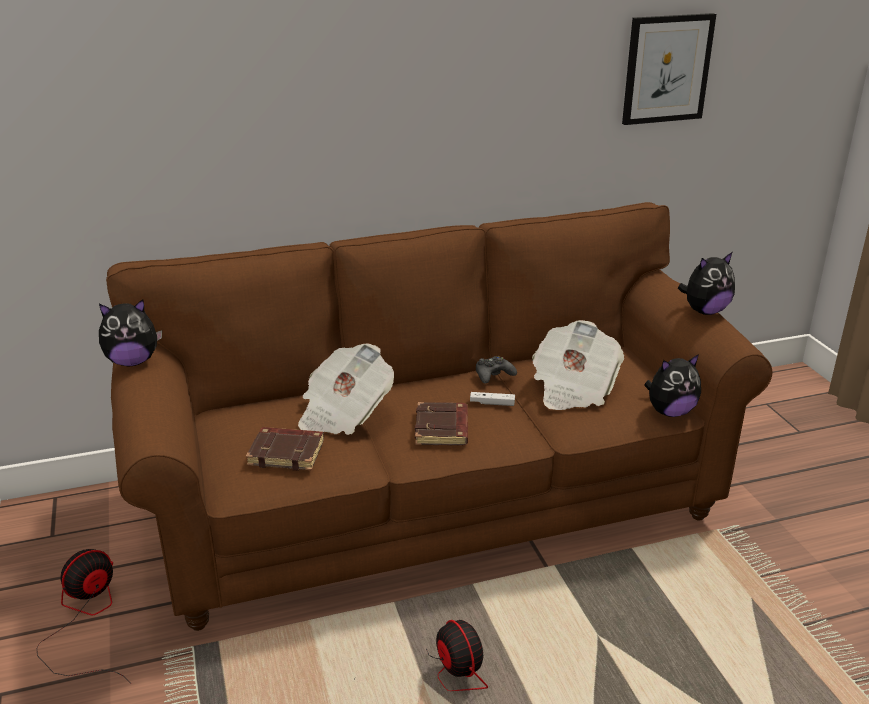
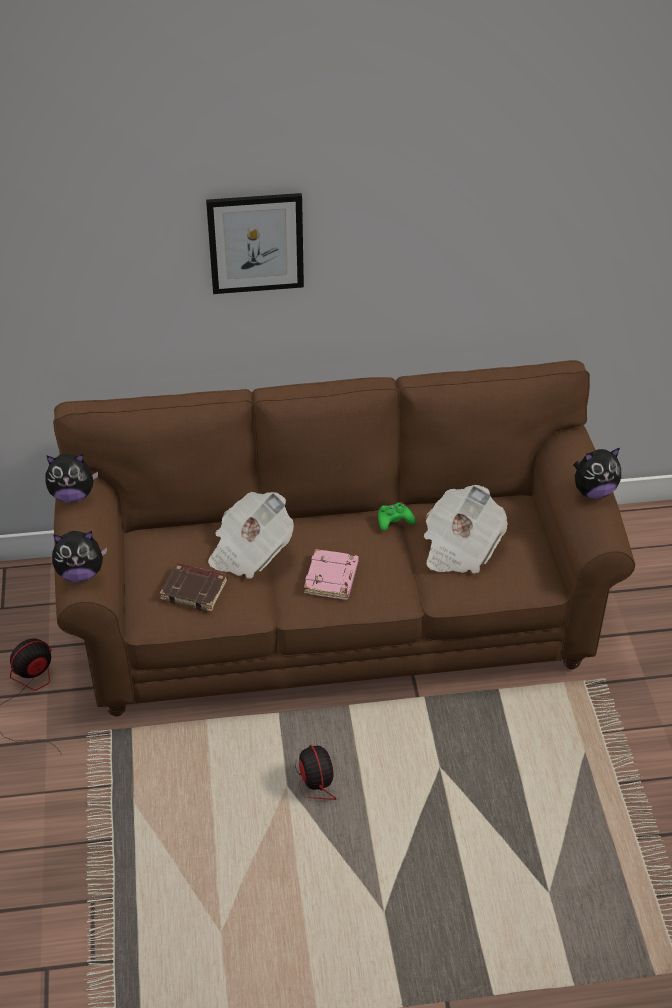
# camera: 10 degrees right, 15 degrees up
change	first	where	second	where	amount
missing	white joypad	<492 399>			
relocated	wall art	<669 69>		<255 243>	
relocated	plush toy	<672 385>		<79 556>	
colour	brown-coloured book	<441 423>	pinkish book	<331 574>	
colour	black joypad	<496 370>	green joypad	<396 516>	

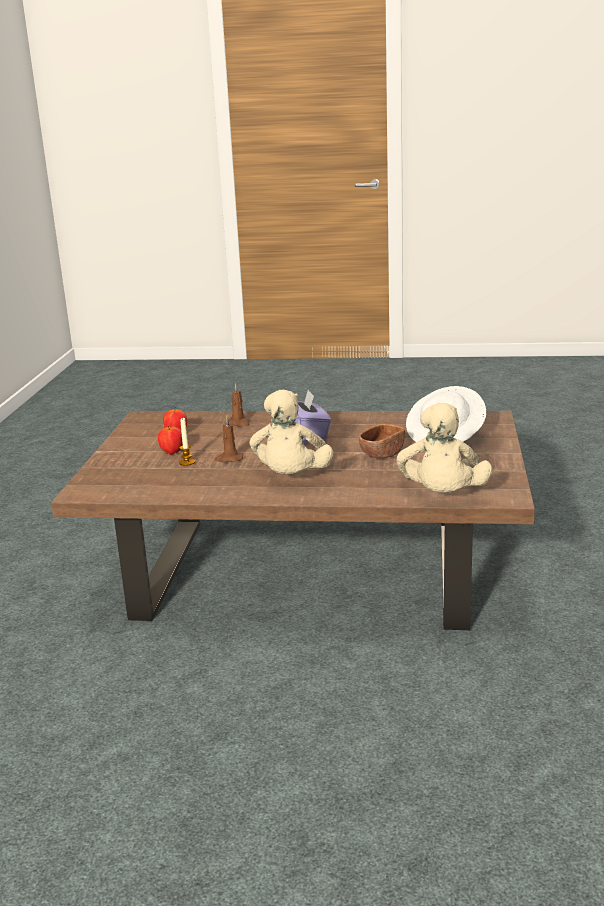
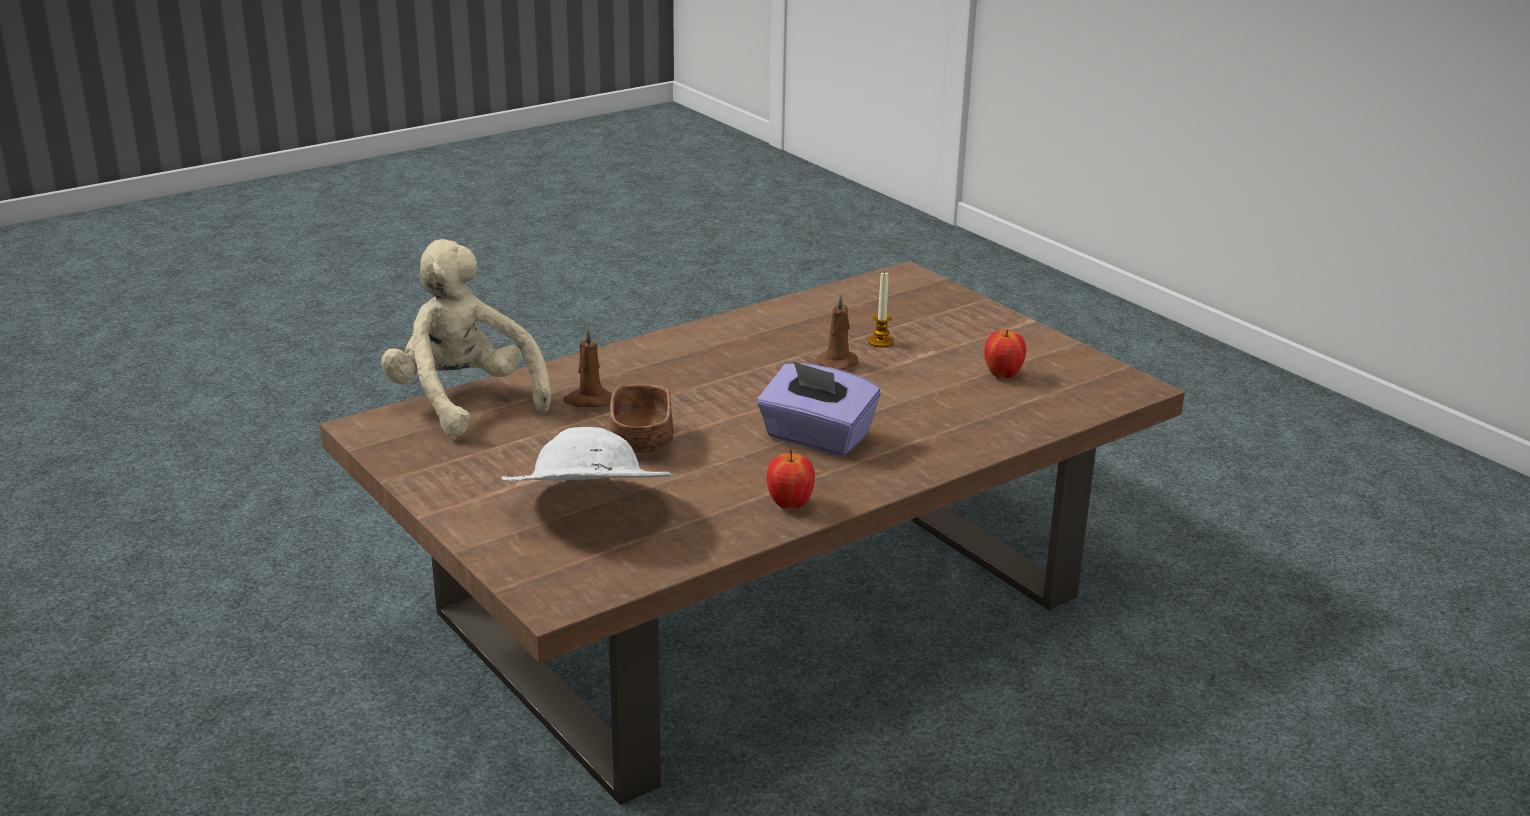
# camera: 135 degrees right, 5 degrees up
change	first	where	second	where	amount
missing	beige-coloured plush toy	<291 432>			
relocated	apple fruit	<170 440>		<791 479>	
relocated	brown-coloured wax light	<239 405>		<587 367>	

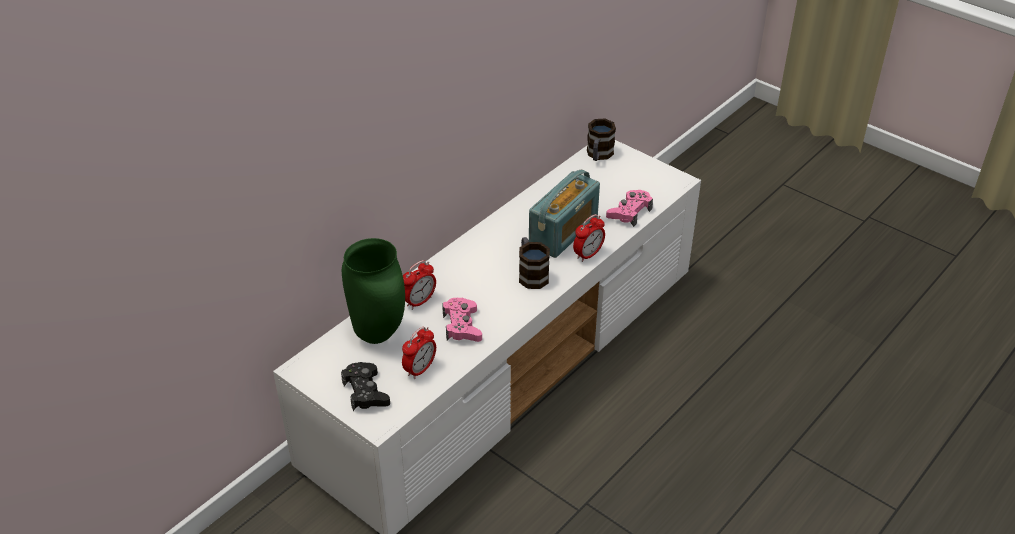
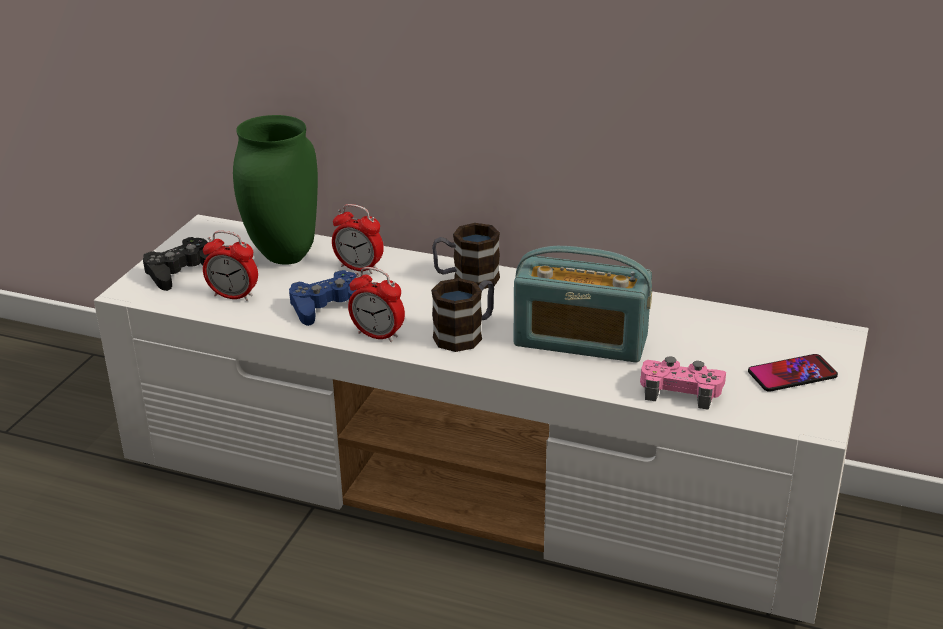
# camera: 70 degrees right, 10 degrees down
change	first	where	second	where	amount
appeared			telephone	<793 373>	
relocated	table clock	<589 238>		<376 304>	
relocated	coffee mug	<601 140>		<466 256>	
colour	pinkish joypad	<462 320>	bluish joypad	<323 298>	

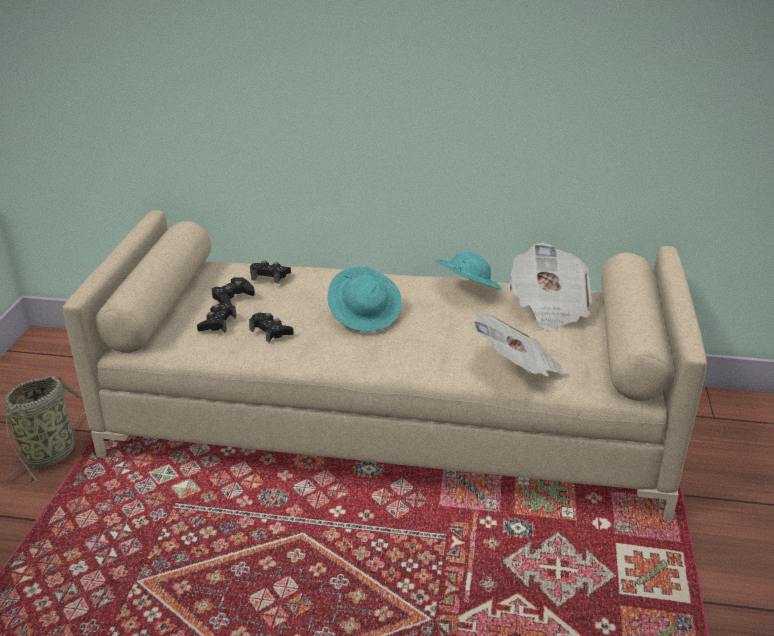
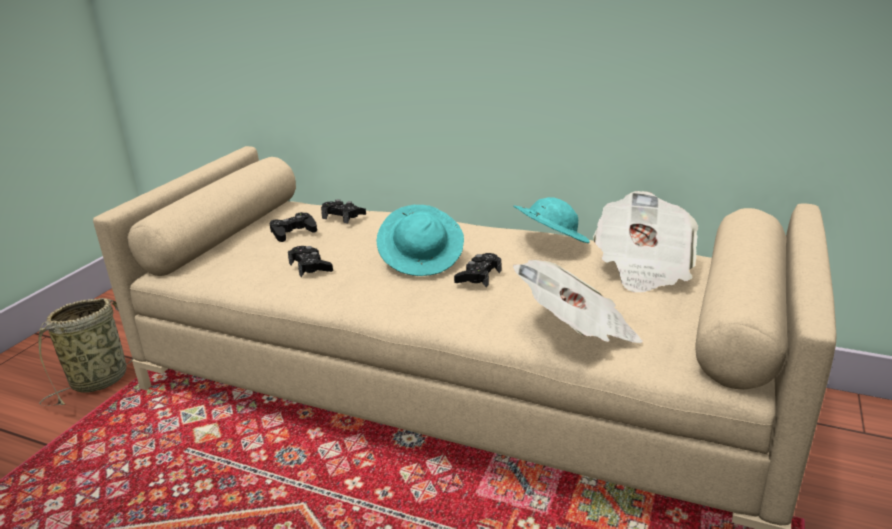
# camera: 15 degrees right, 5 degrees down
change	first	where	second	where	amount
relocated	black joypad	<217 317>		<478 270>	

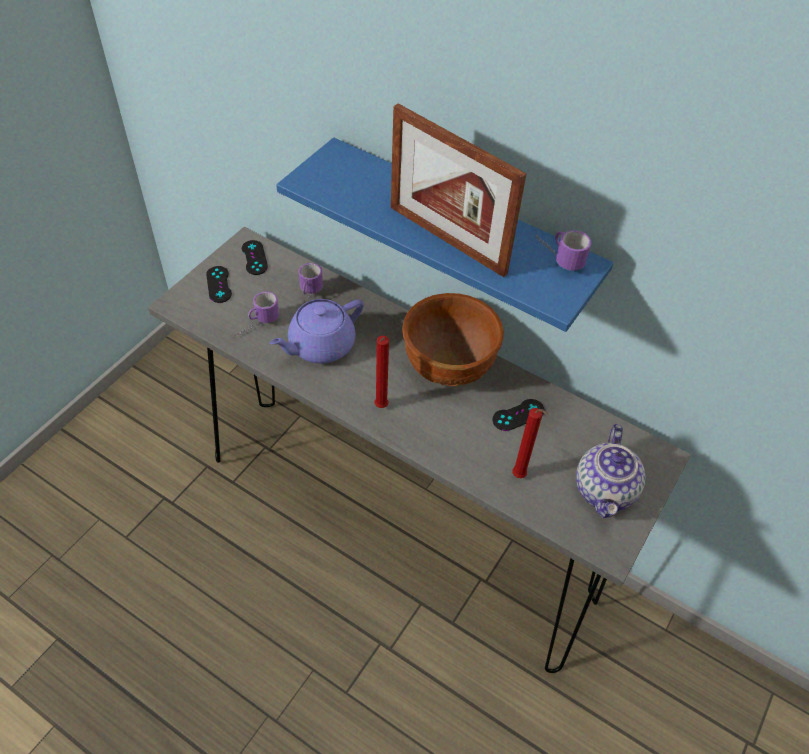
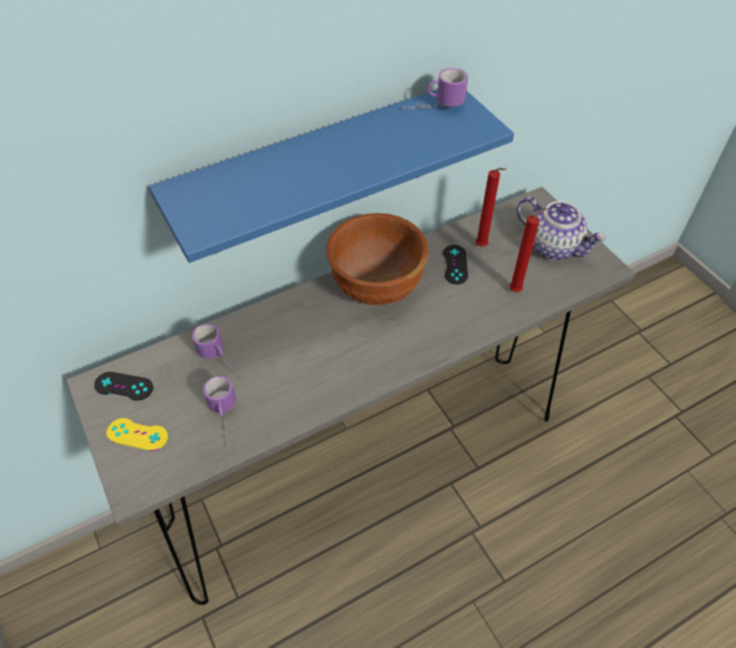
# camera: 60 degrees left, 0 degrees up
change	first	where	second	where	amount
missing	purple tea pot	<317 331>			
missing	photo frame	<458 190>			
relocated	red wax light	<382 372>		<491 207>	
colour	black joypad	<219 284>	yellowish joypad	<137 434>	

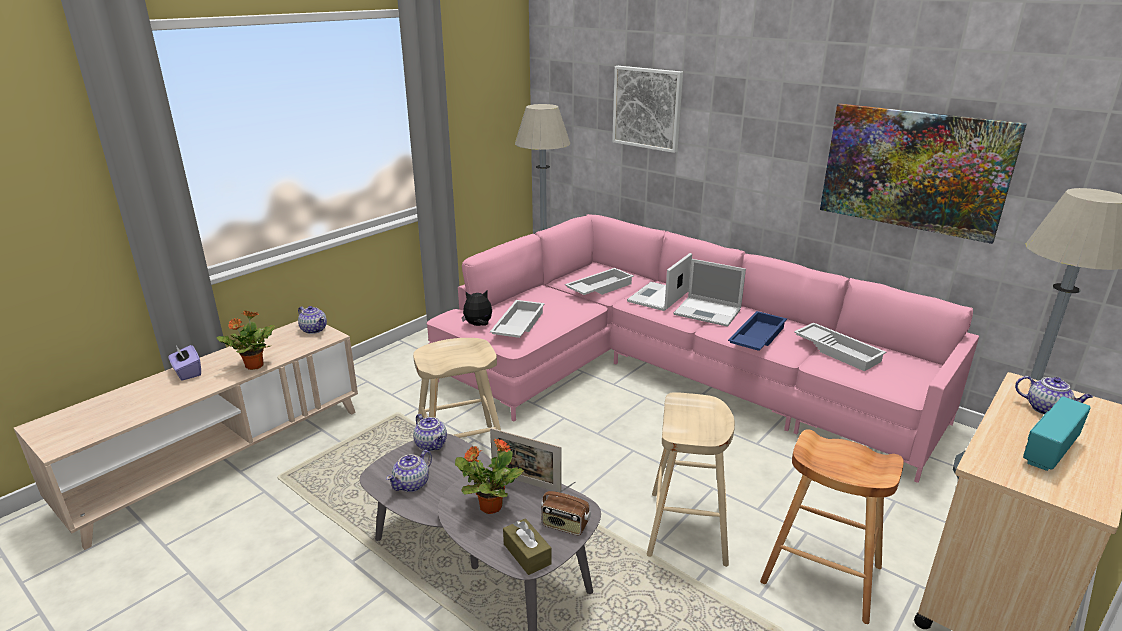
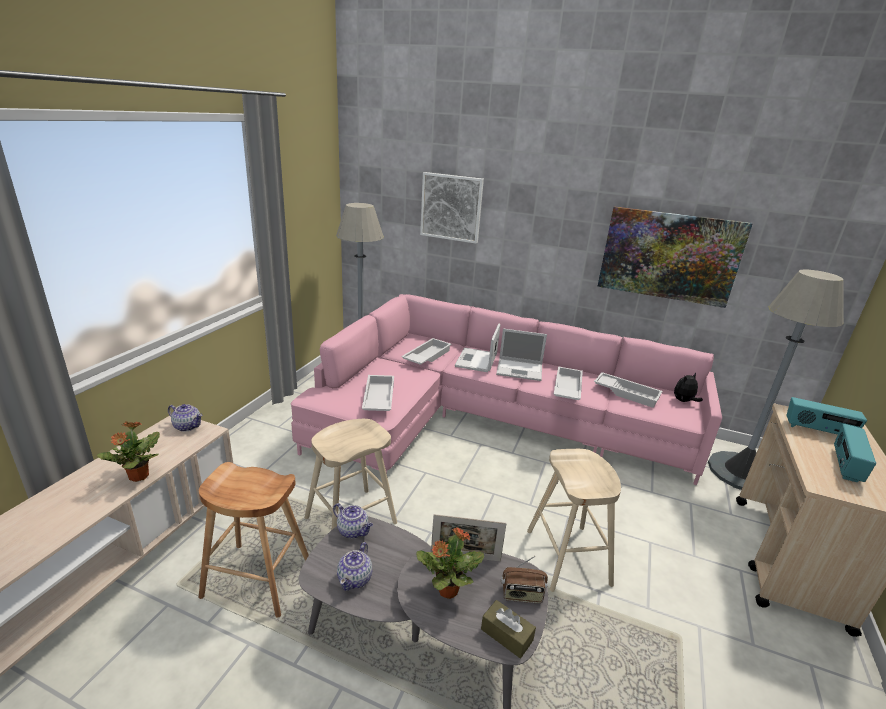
# camera: 20 degrees left, 0 degrees up
change	first	where	second	where	amount
missing	purple box of tissues	<185 363>			
relocated	plush toy	<477 308>		<688 387>	
relocated	brown-coloured stool seat	<832 526>		<253 540>	
exchanged	tea pot	<1054 395>	radio	<827 416>	
colour	bluish tray	<757 331>	white tray	<568 383>	

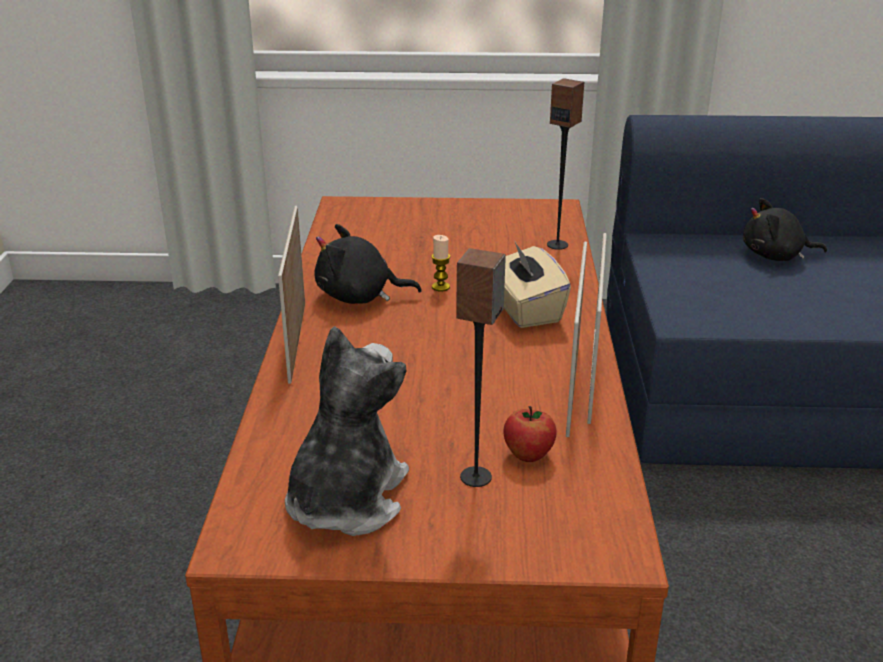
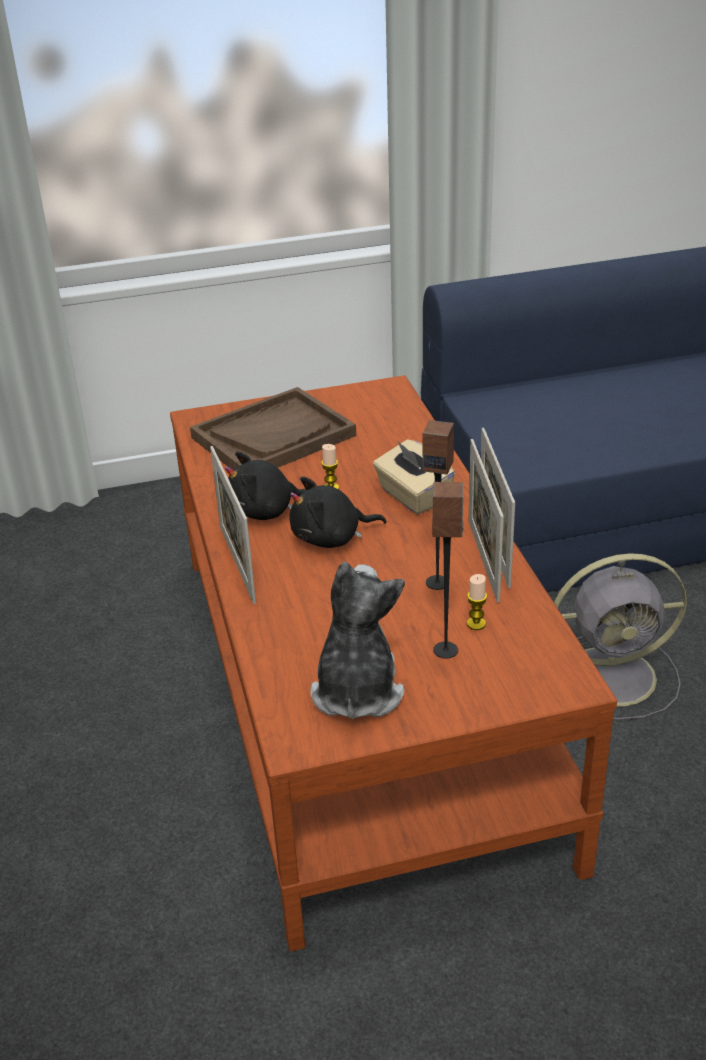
# camera: 15 degrees left, 5 degrees up
change	first	where	second	where	amount
appeared			brown-coloured tray	<273 429>	
appeared			greyish fan	<620 636>	
relocated	audio speaker	<565 164>		<438 505>	
relocated	black plush toy	<785 229>		<338 512>	
exchanged	apple fruit	<530 434>	wax light	<477 602>	

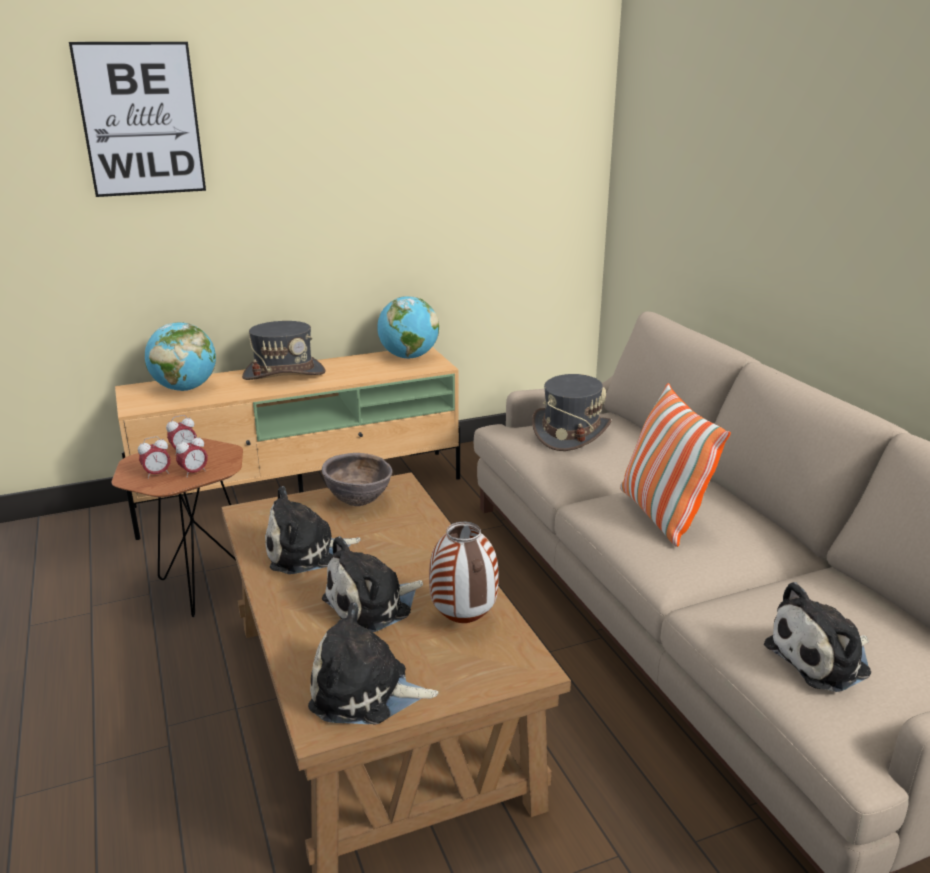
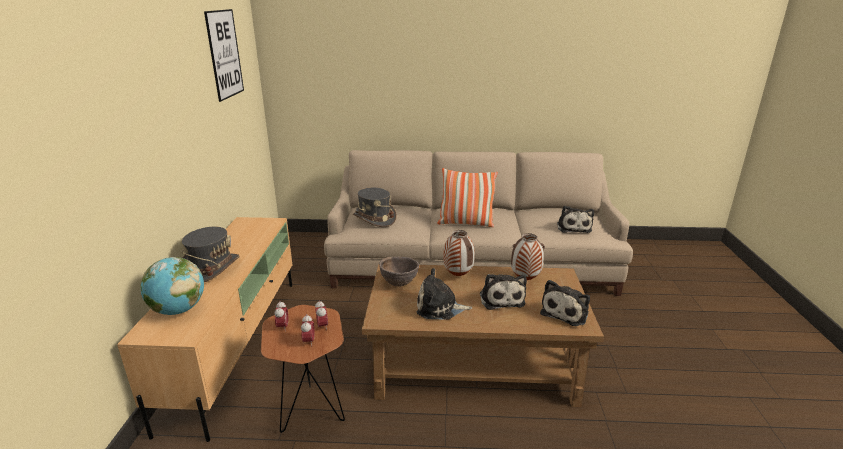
# camera: 65 degrees left, 0 degrees up
change	first	where	second	where	amount
missing	world globe	<408 327>			
appeared			flower vase	<459 253>	
relocated	wall art	<137 119>		<224 55>	
spun	plush toy	<313 530>		<444 294>	90 degrees clockwise

